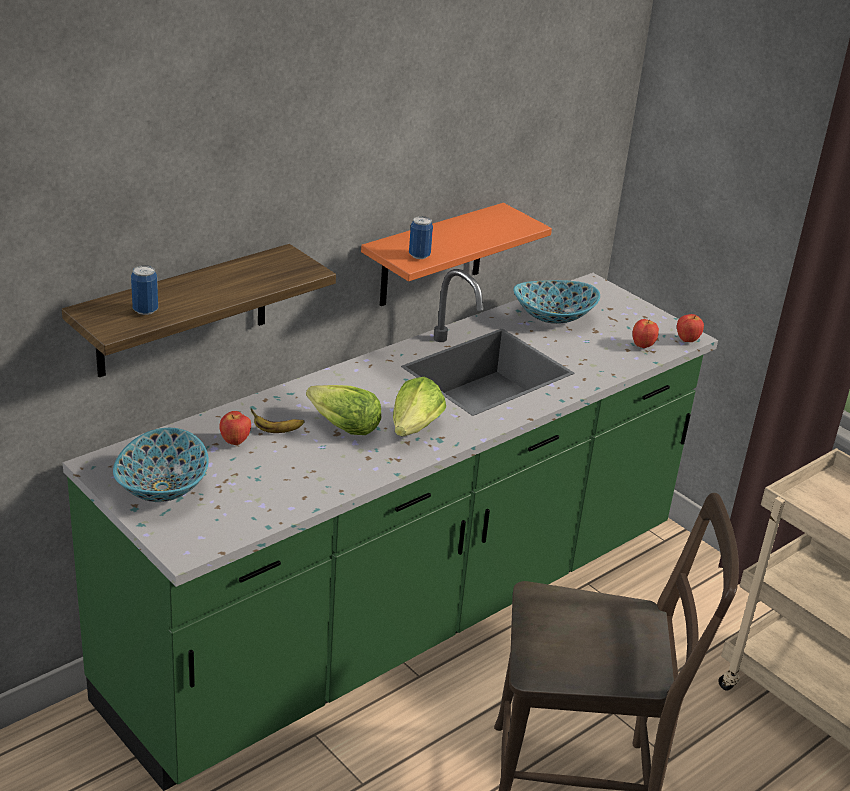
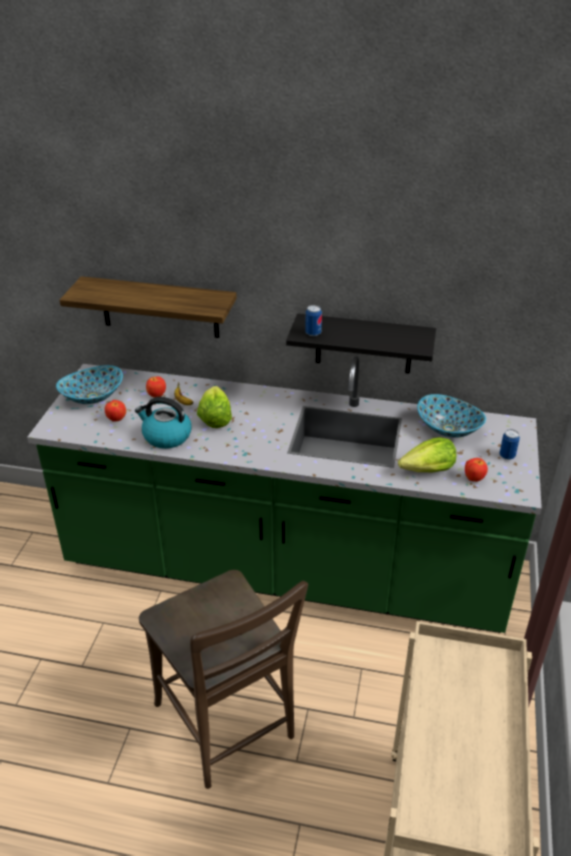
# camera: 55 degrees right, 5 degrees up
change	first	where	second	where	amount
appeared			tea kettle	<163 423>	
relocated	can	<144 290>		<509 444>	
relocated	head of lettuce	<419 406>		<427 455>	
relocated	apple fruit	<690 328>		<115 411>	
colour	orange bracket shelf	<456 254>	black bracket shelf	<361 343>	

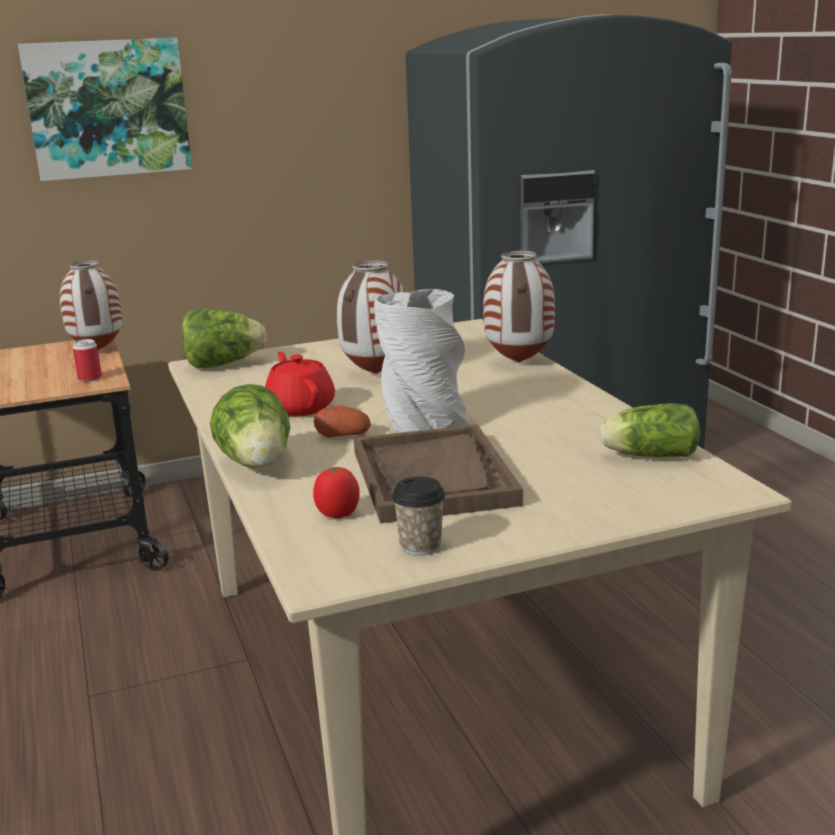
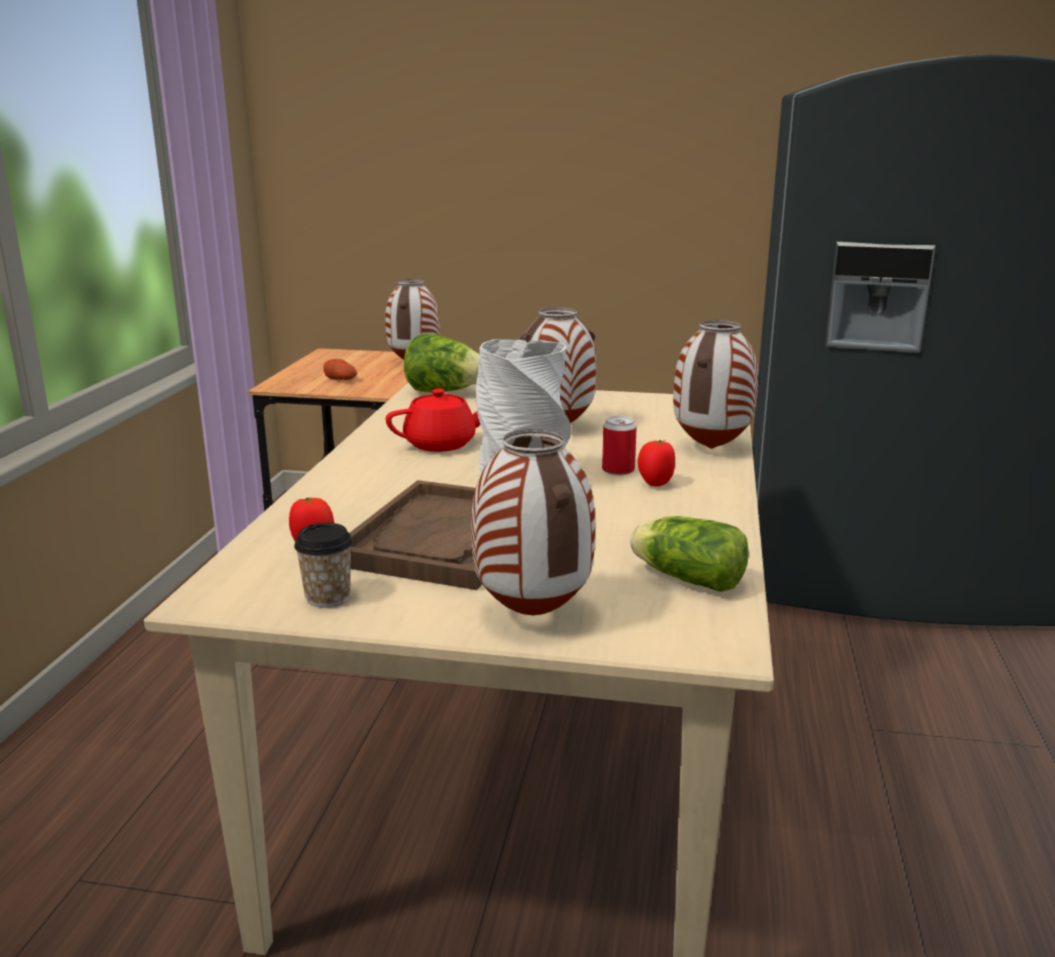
# camera: 30 degrees right, 0 degrees up
change	first	where	second	where	amount
missing	wall art	<105 109>			
missing	head of lettuce	<250 426>			
appeared			flower vase	<533 522>	
appeared			tomato	<656 463>	
relocated	can	<87 360>		<619 445>	
relocated	whole potato	<342 422>		<340 369>	
spun	red tea pot	<300 384>		<433 420>	60 degrees clockwise

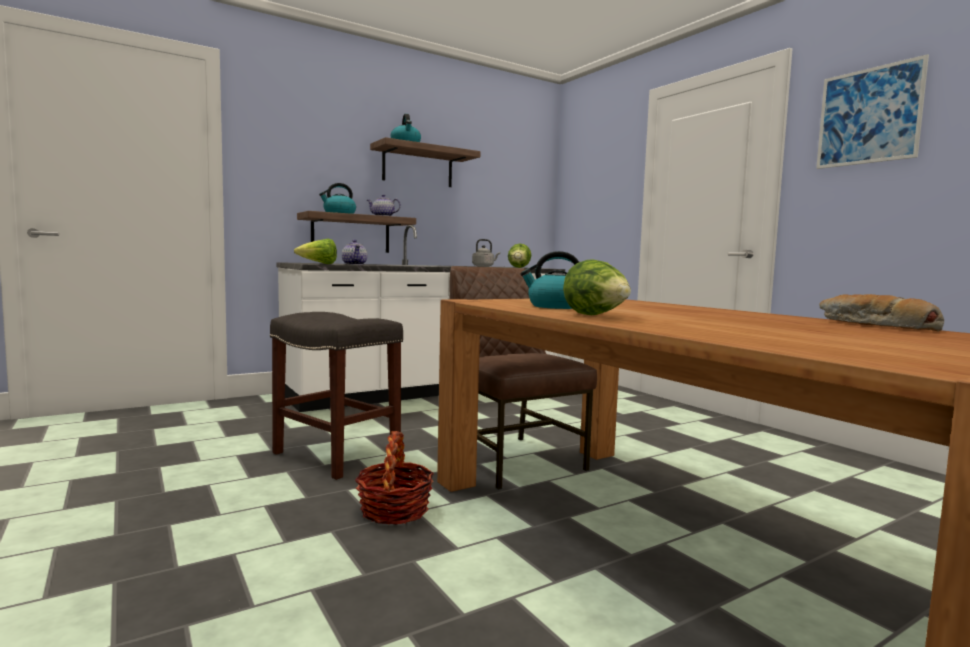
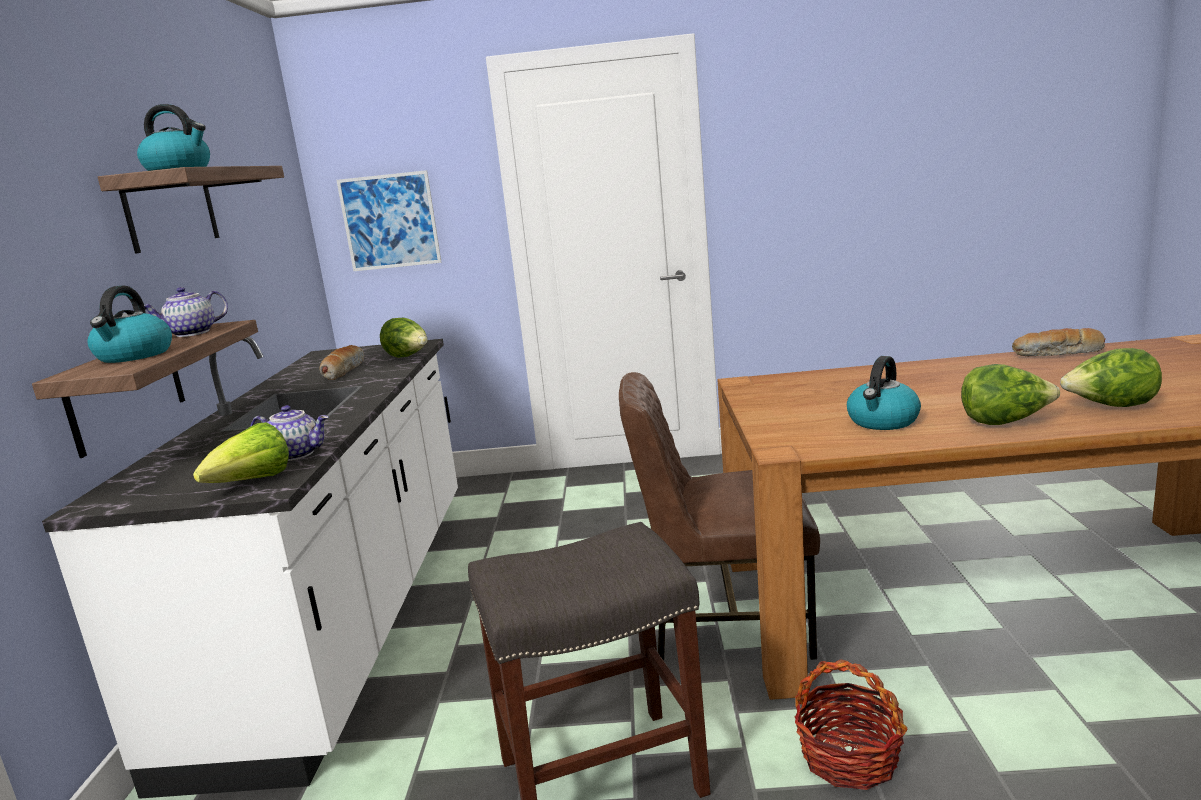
# camera: 55 degrees left, 10 degrees up
change	first	where	second	where	amount
appeared			head of lettuce	<1111 377>	
relocated	wall art	<872 111>		<388 220>	
exchanged	greyish tea kettle	<486 253>	bread	<341 362>	

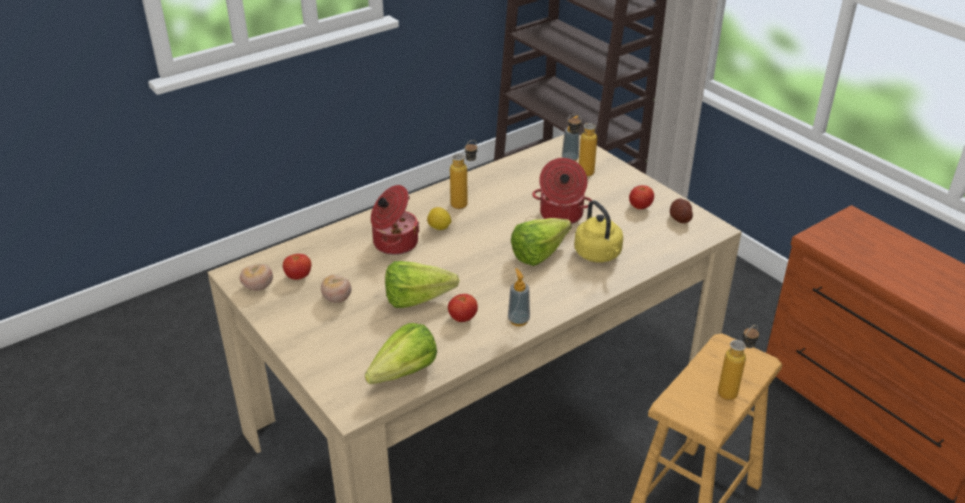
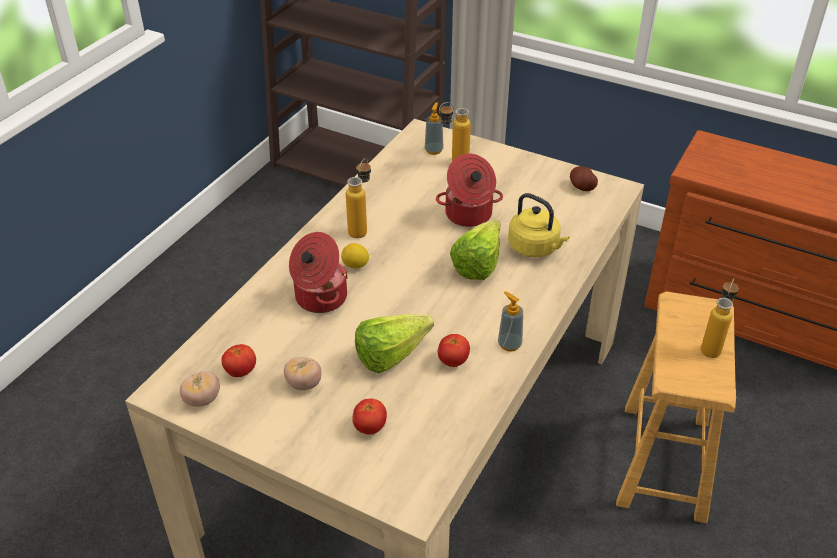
# camera: 25 degrees left, 5 degrees up
change	first	where	second	where	amount
missing	head of lettuce	<401 353>			
relocated	tomato	<641 197>		<369 417>	

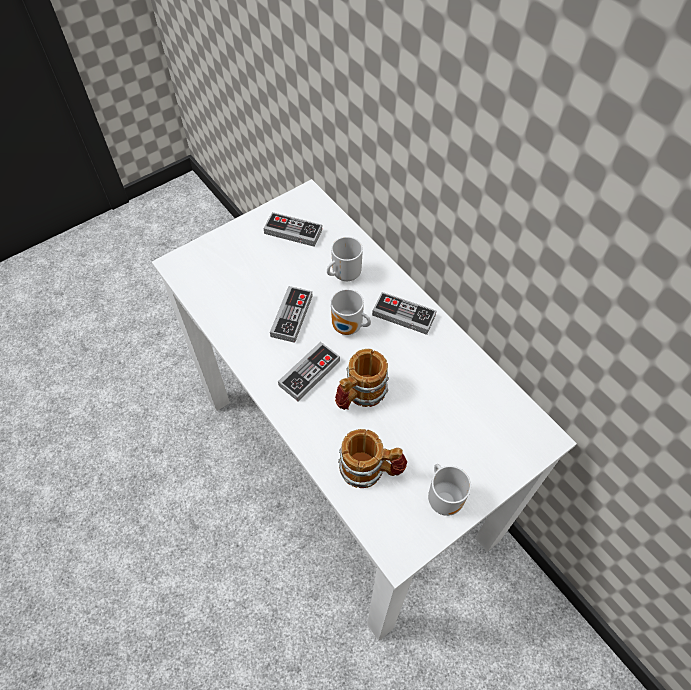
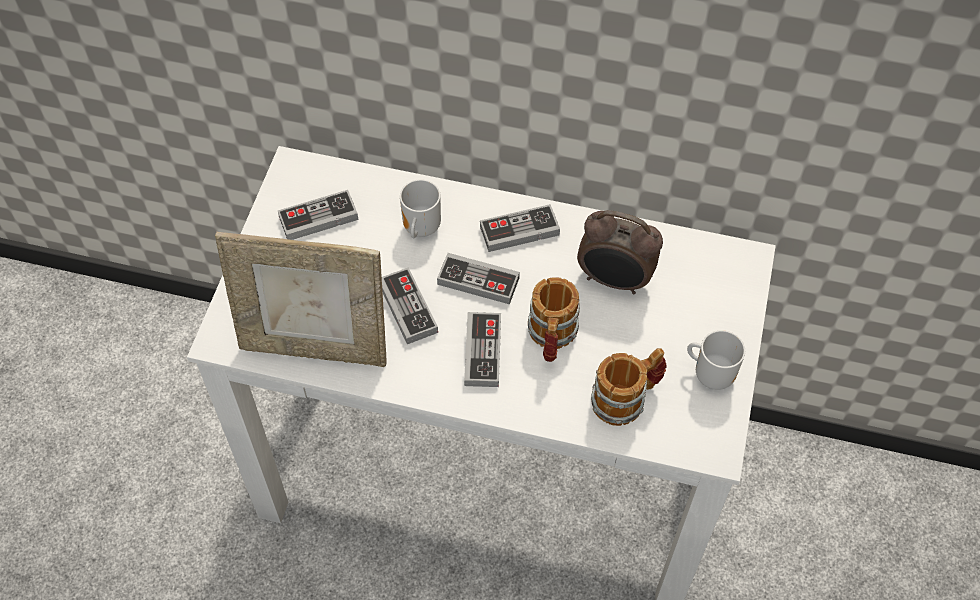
# camera: 40 degrees left, 0 degrees up
change	first	where	second	where	amount
appeared			photo frame	<301 299>	
appeared			table clock	<620 252>	
exchanged	coffee mug	<351 312>	joypad	<478 278>	

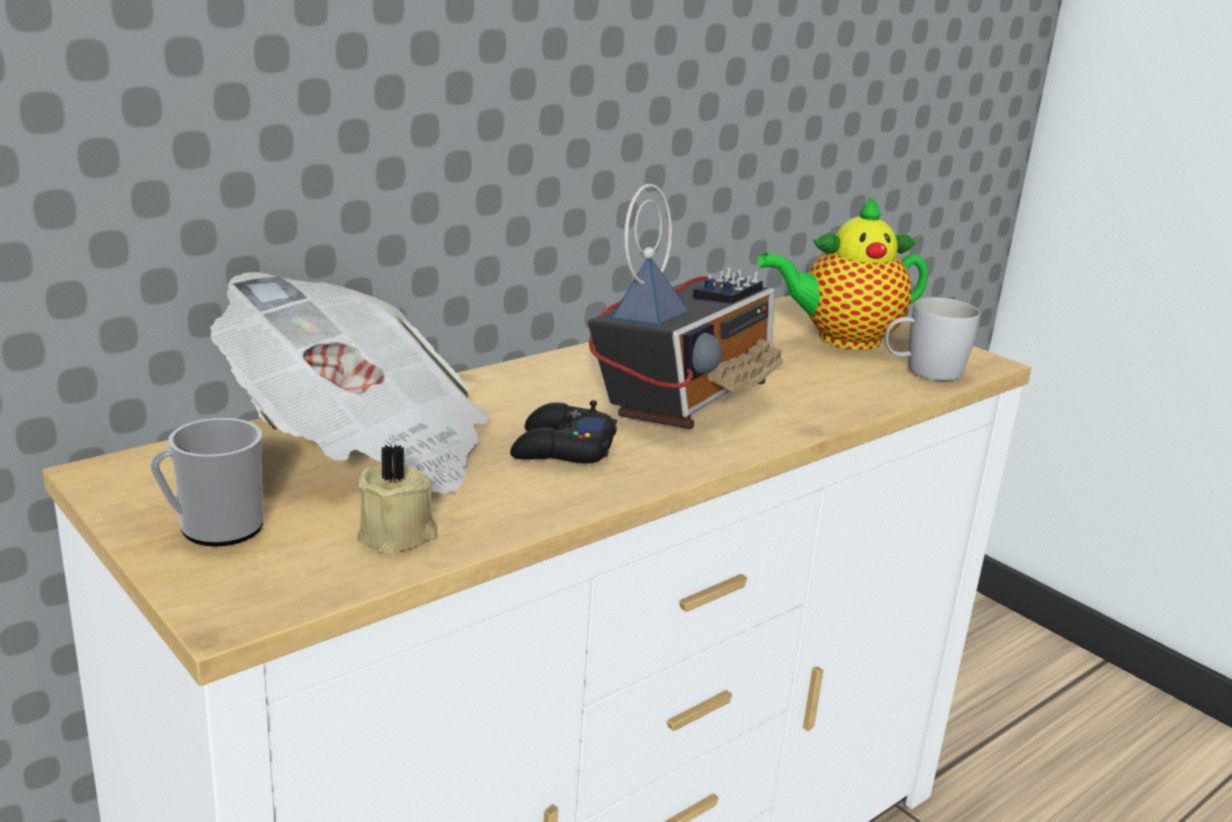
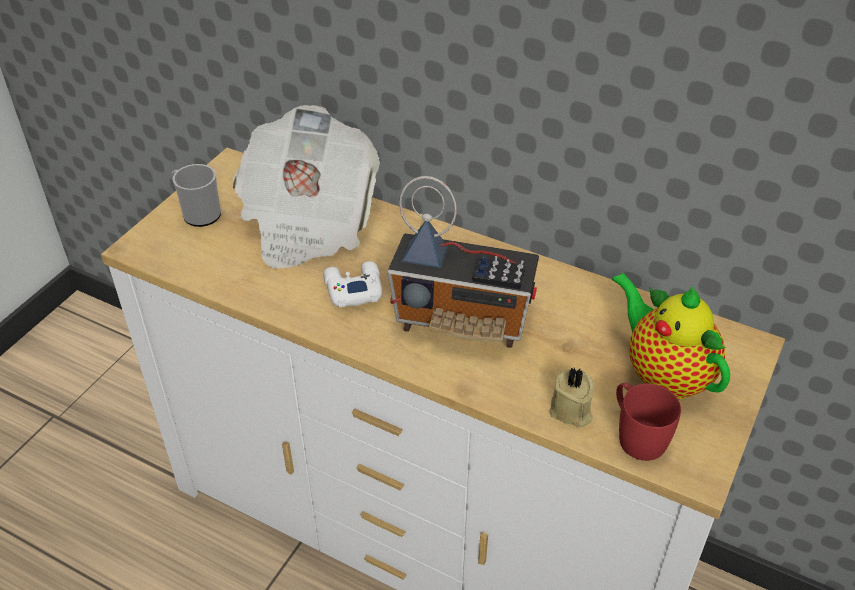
# camera: 70 degrees right, 20 degrees up
change	first	where	second	where	amount
relocated	beige-coloured wax light	<397 499>		<571 398>	
colour	black joypad	<563 432>	white joypad	<352 284>	
colour	white coffee mug	<932 339>	red coffee mug	<648 421>	

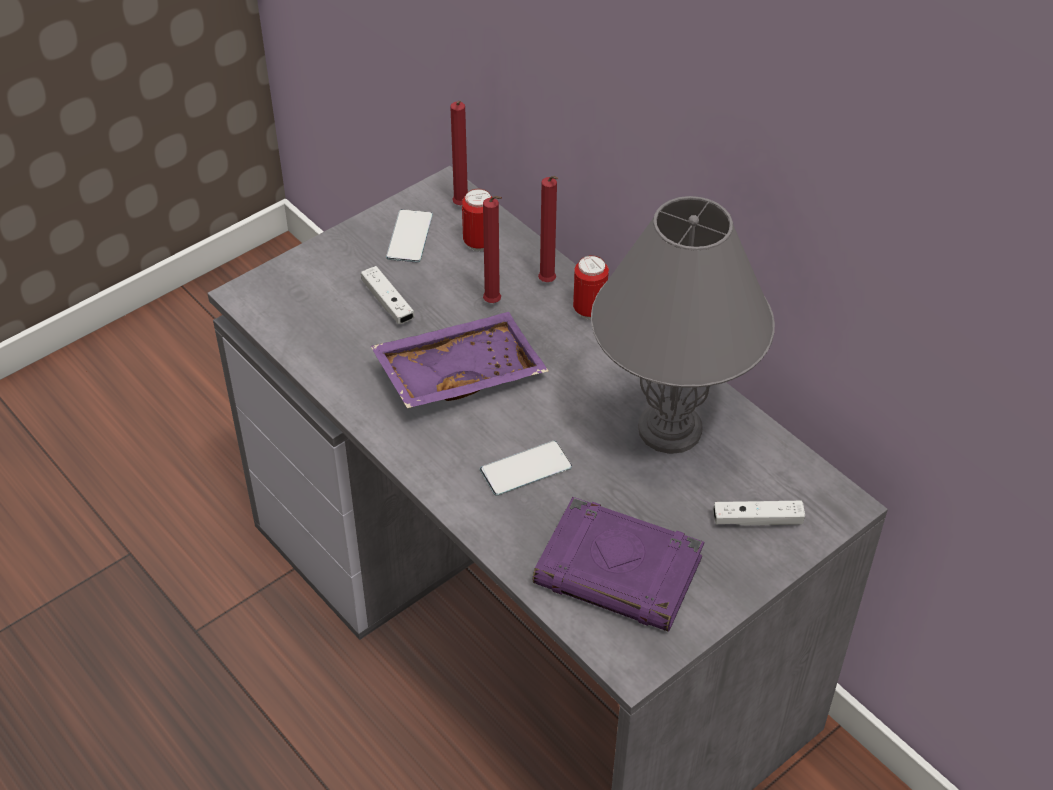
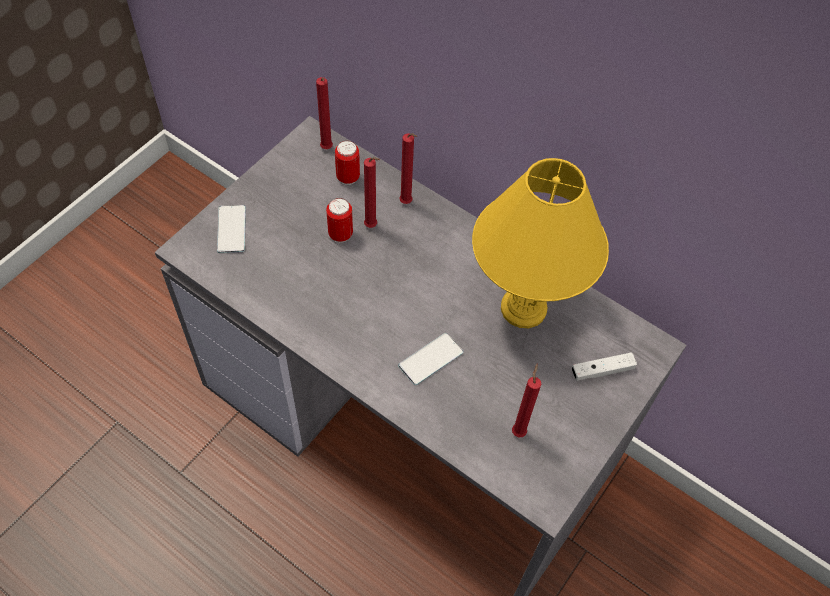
# camera: 15 degrees left, 10 degrees up
change	first	where	second	where	amount
missing	white joypad	<388 295>			
missing	purple tray	<459 360>			
relocated	telephone	<409 236>		<231 229>	
relocated	can	<591 287>		<339 220>	
exchanged	purple book	<618 564>	red wax light	<526 400>	
colour	greyish table lamp	<683 325>	yellowish table lamp	<540 243>	

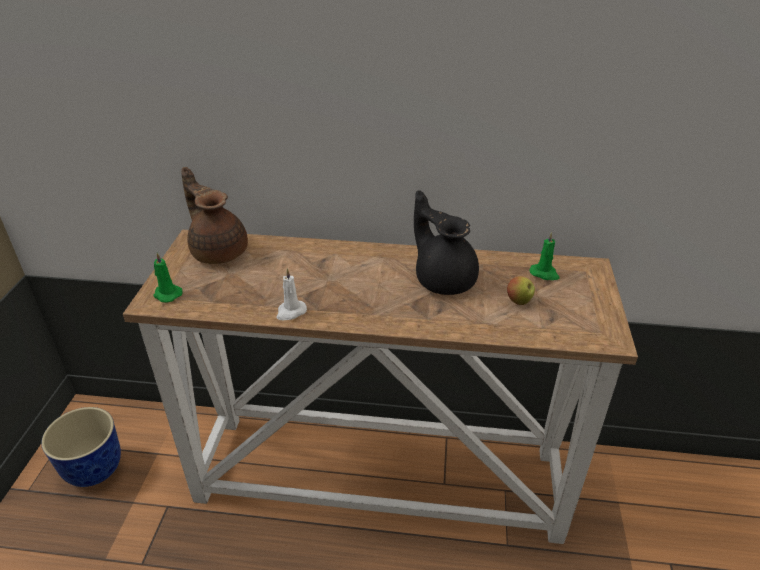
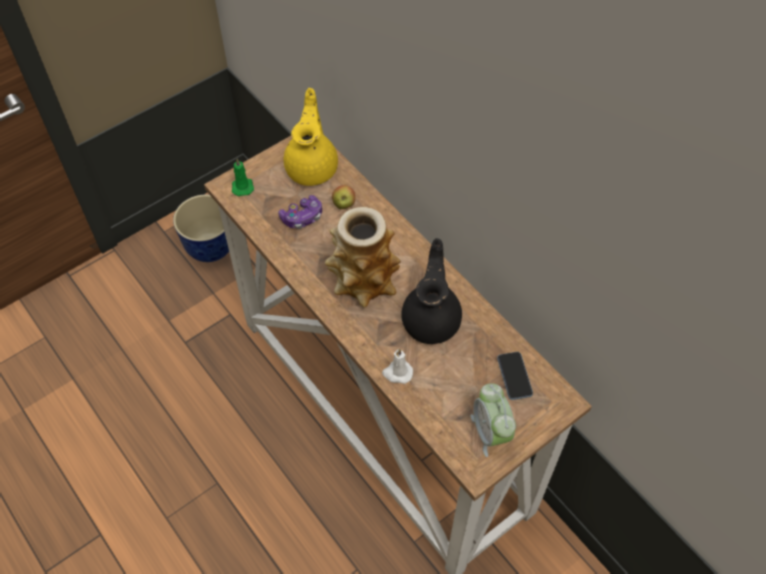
# camera: 45 degrees right, 20 degrees up
change	first	where	second	where	amount
appeared			joypad	<300 212>	
appeared			flower vase	<362 257>	
appeared			table clock	<493 420>	
relocated	white wax light	<291 294>		<397 366>	
relocated	apple fruit	<521 290>		<343 197>	
exchanged	green wax light	<544 256>	telephone	<515 376>	
colour	brown-coloured tea pot	<214 215>	yellowish tea pot	<311 137>	

